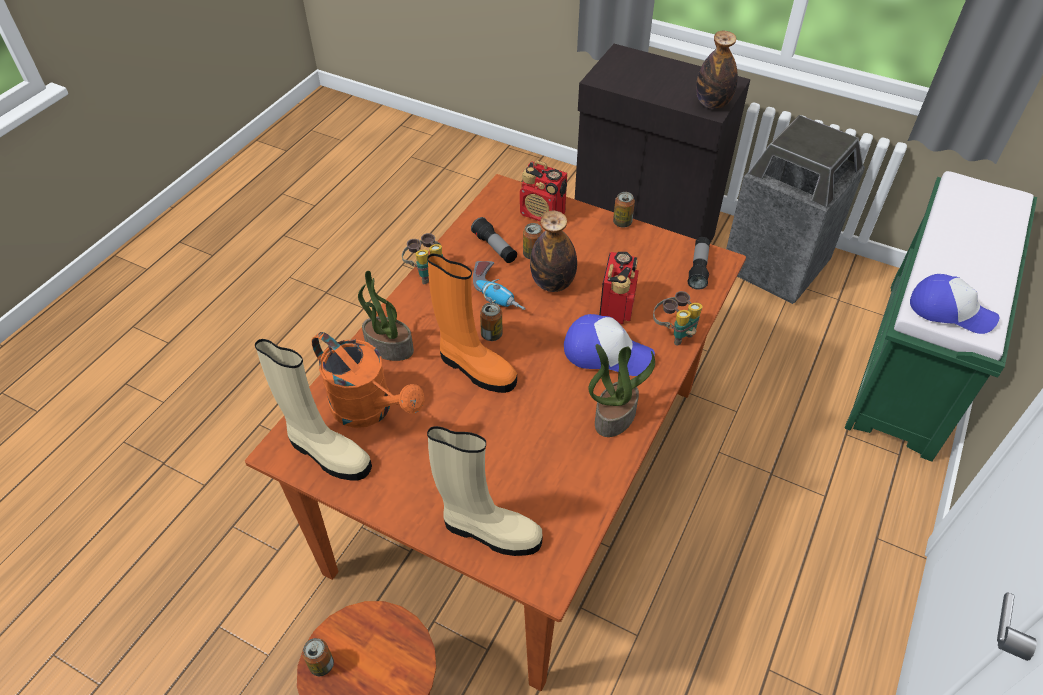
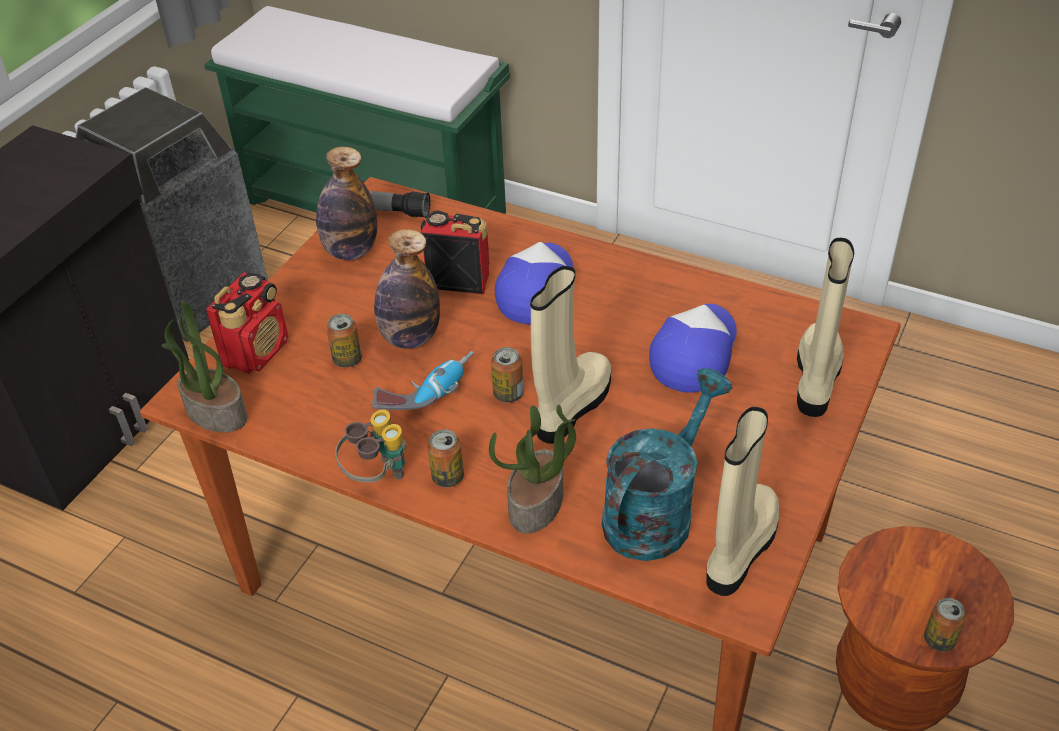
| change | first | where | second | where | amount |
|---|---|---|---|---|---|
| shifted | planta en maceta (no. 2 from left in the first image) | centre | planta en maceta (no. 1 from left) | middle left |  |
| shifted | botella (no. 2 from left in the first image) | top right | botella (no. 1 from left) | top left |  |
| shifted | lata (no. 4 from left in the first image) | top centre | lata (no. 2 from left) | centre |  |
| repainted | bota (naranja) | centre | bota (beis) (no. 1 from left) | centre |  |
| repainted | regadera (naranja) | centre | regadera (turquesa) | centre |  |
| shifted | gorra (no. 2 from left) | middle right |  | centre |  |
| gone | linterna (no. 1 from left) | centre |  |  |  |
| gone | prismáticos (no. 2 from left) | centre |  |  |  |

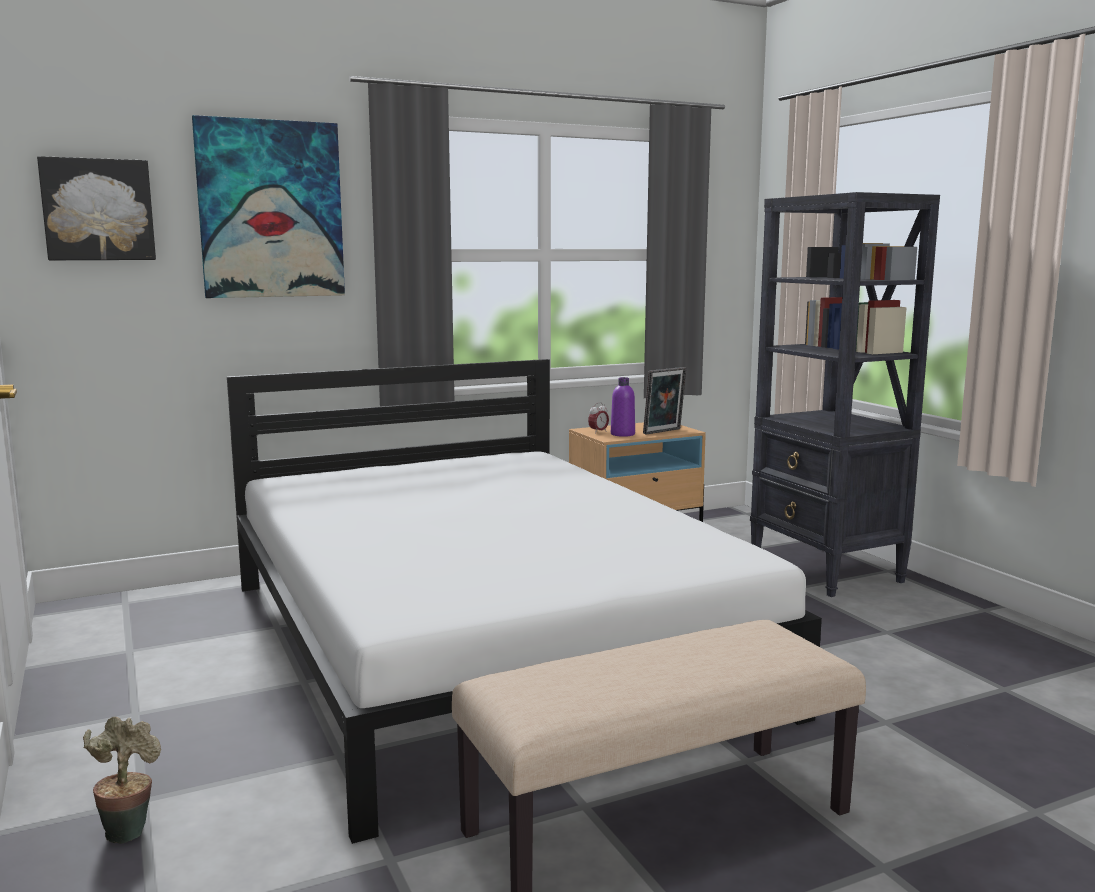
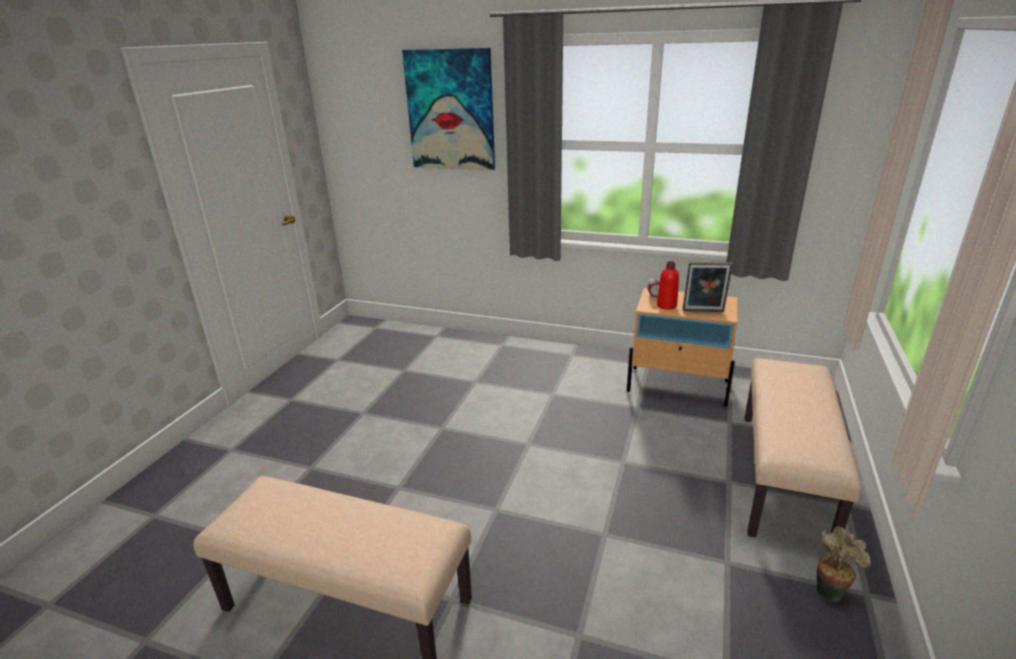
| change | first | where | second | where | amount |
|---|---|---|---|---|---|
| repainted | botella (morado) | centre | botella (rojo) | centre |  |
| swapped | estantería (negro) | middle right | banco (beis) (no. 2 from left) | bottom right |  |
| shifted | planta en maceta | bottom left |  | bottom right |  |
| gone | cuadro (no. 1 from left) | top left |  |  |  |
| gone | cama (blanco) | bottom centre |  |  |  |

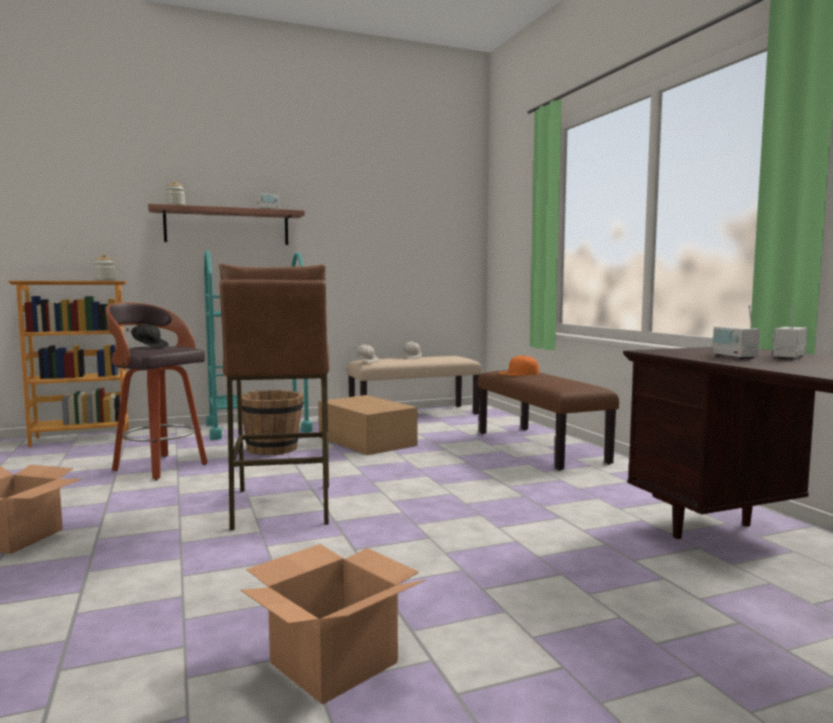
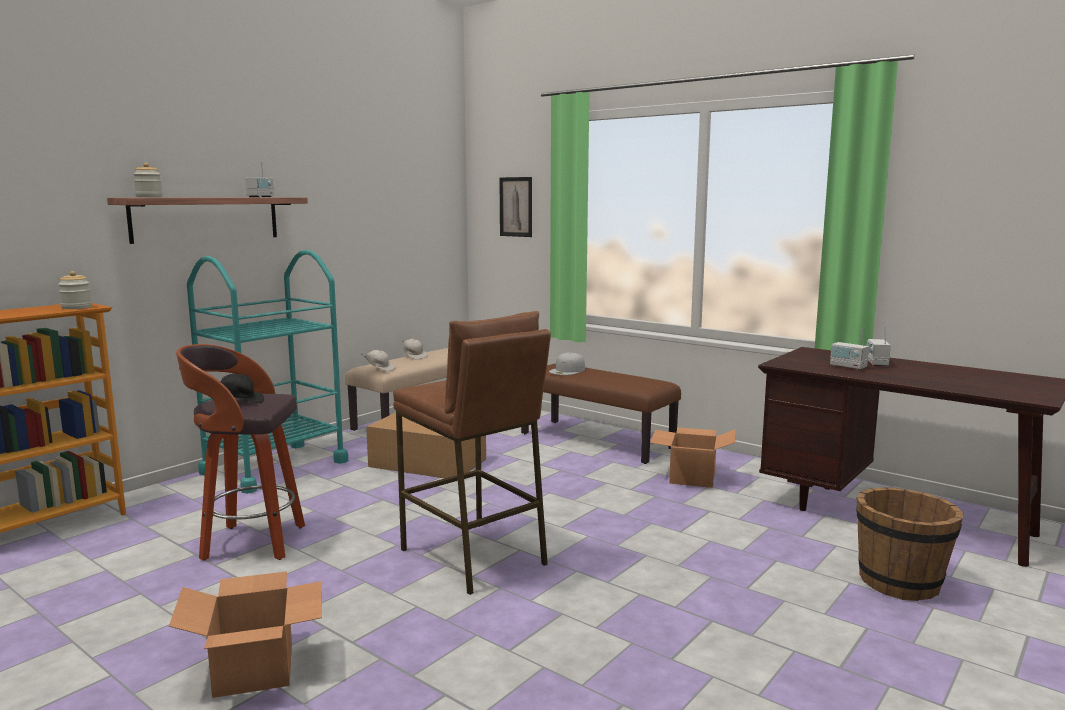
| change | first | where | second | where | amount |
|---|---|---|---|---|---|
| new |  |  | cuadro | top centre |  |
| repainted | gorra (naranja) | centre | gorra (blanco) (no. 3 from left) | centre |  |
| shifted | caja de cartón (no. 2 from left in the first image) | bottom centre | caja de cartón (no. 3 from left) | centre |  |
| shifted | cubo (marrón) | middle left |  | bottom right |  |

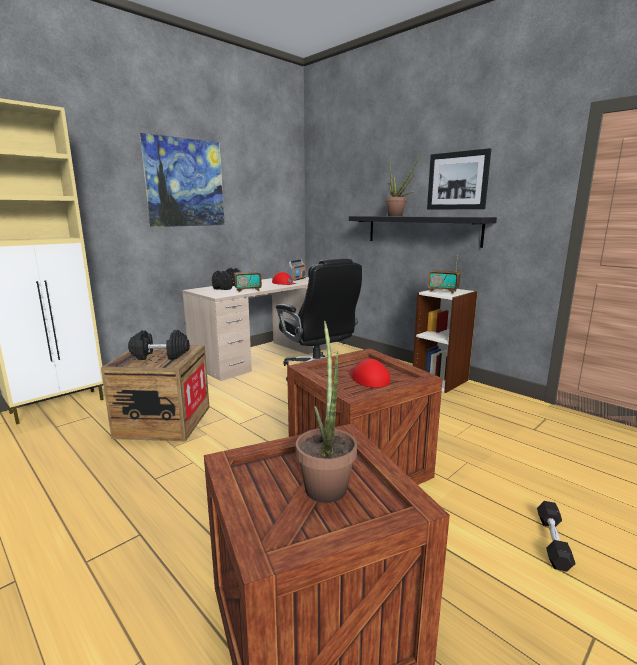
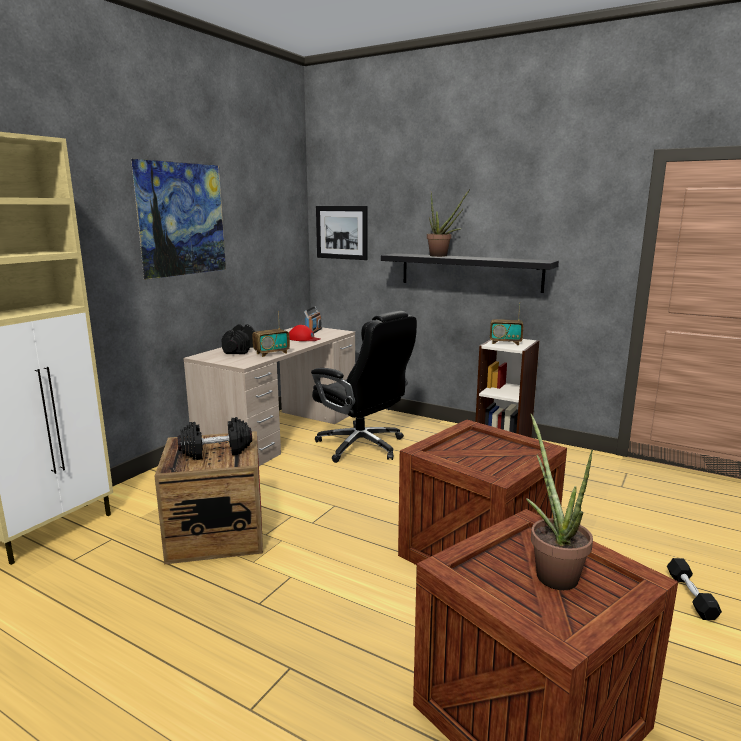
| change | first | where | second | where | amount |
|---|---|---|---|---|---|
| shifted | cuadro (no. 2 from left) | top right |  | top centre |  |
| gone | gorra (rojo) (no. 2 from left) | centre |  |  |  |

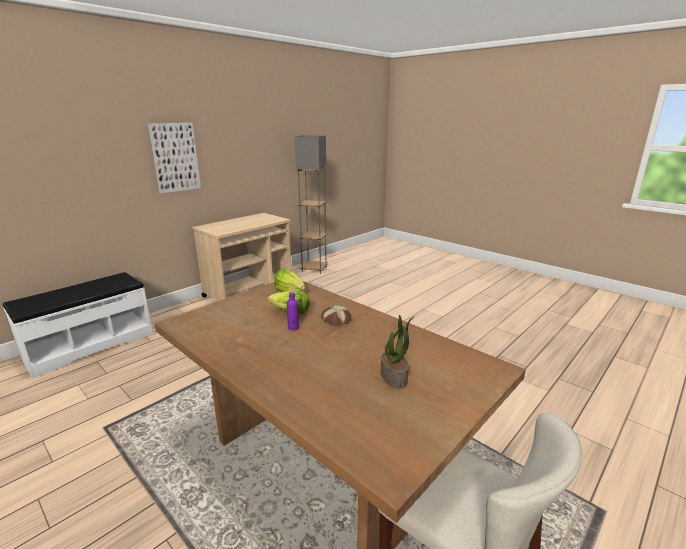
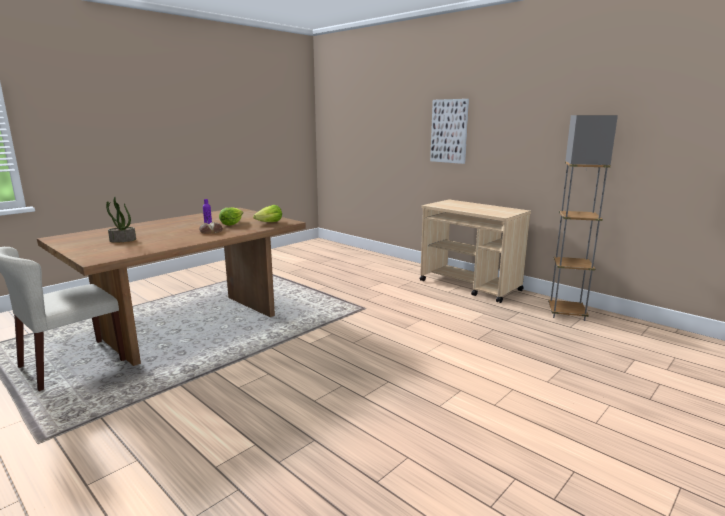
| change | first | where | second | where | amount |
|---|---|---|---|---|---|
| gone | banco (blanco) | middle left |  |  |  |

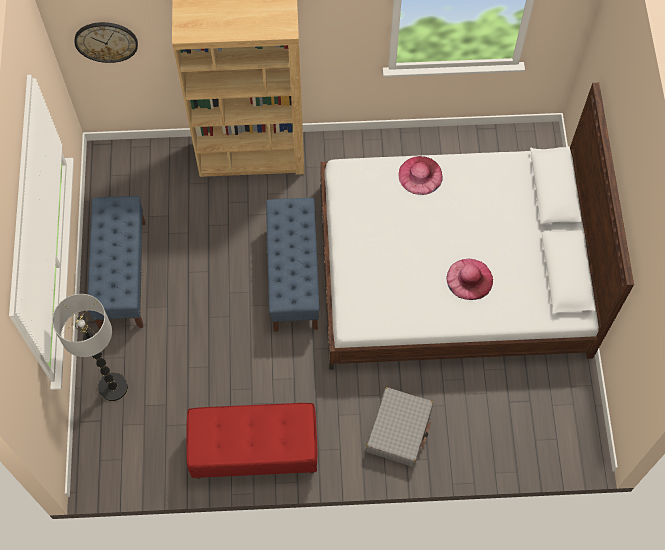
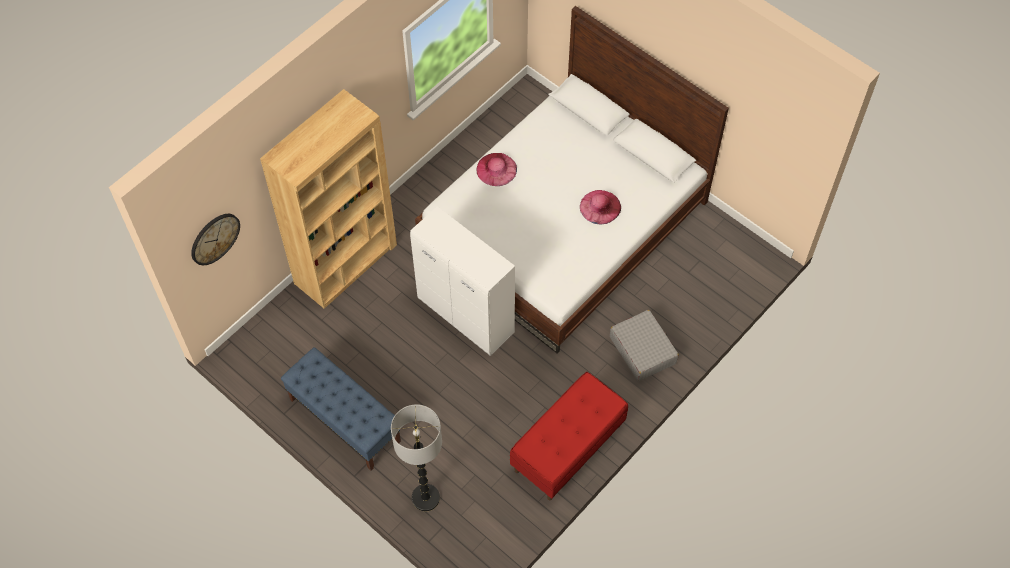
| change | first | where | second | where | amount |
|---|---|---|---|---|---|
| swapped | banco (azul) (no. 2 from left) | centre | armario (blanco) | centre |  |

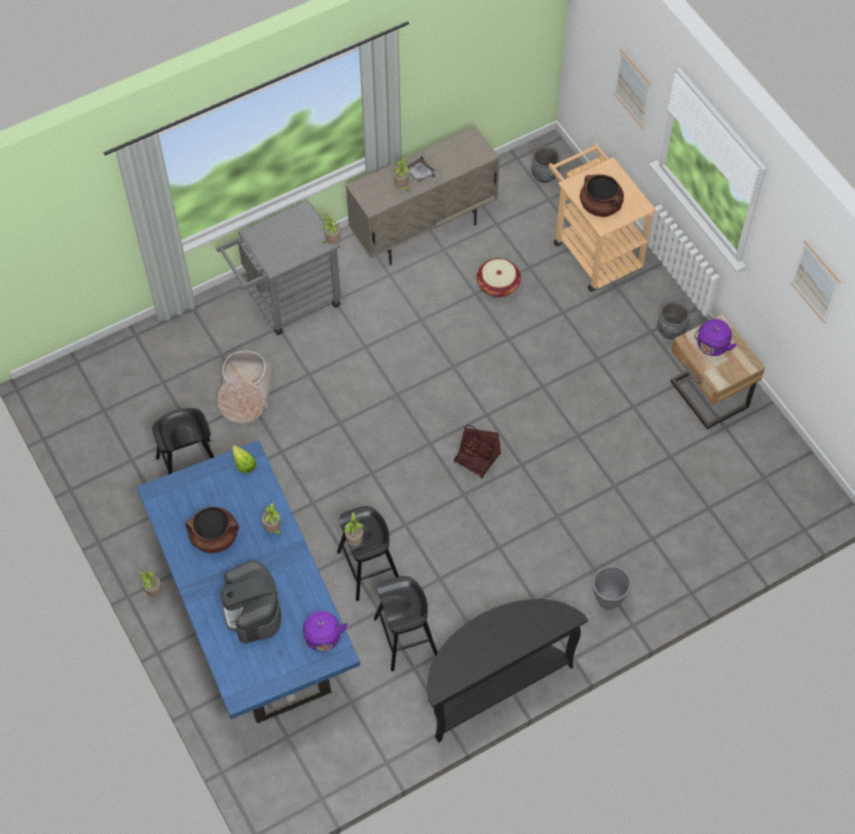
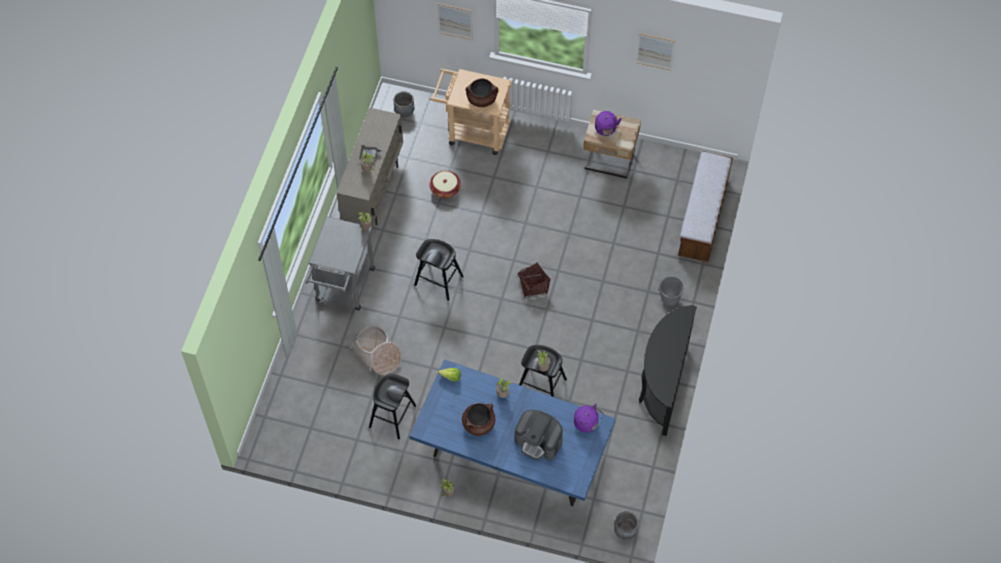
| change | first | where | second | where | amount |
|---|---|---|---|---|---|
| shifted | taburete (negro) (no. 3 from left in the first image) | bottom centre | taburete (negro) (no. 2 from left) | centre |  |
| shifted | maceta (gris) (no. 3 from left in the first image) | middle right | maceta (gris) (no. 2 from left) | bottom centre |  |
| new |  |  | banco | middle right |  |

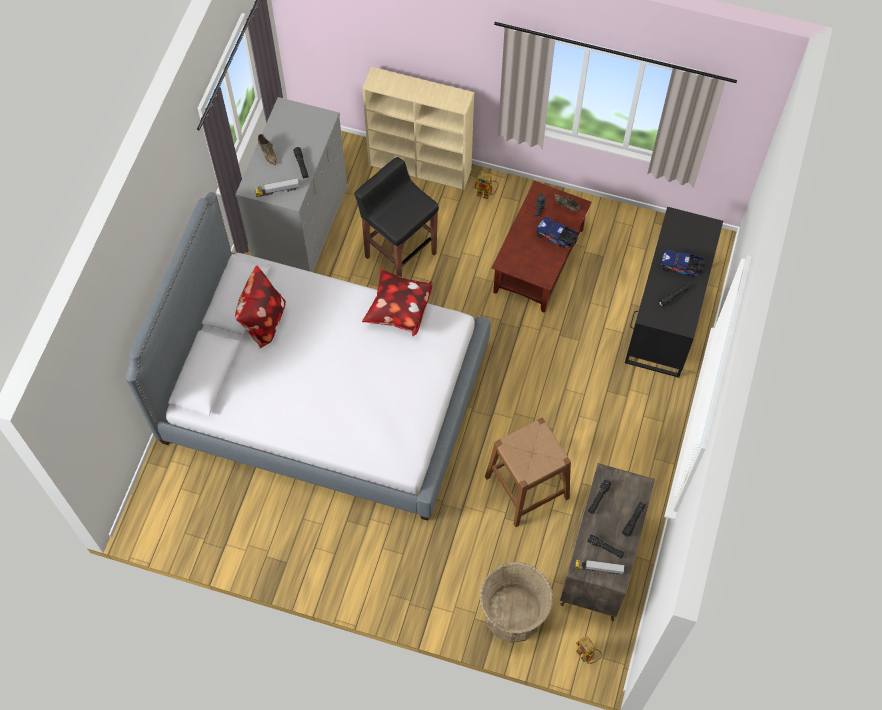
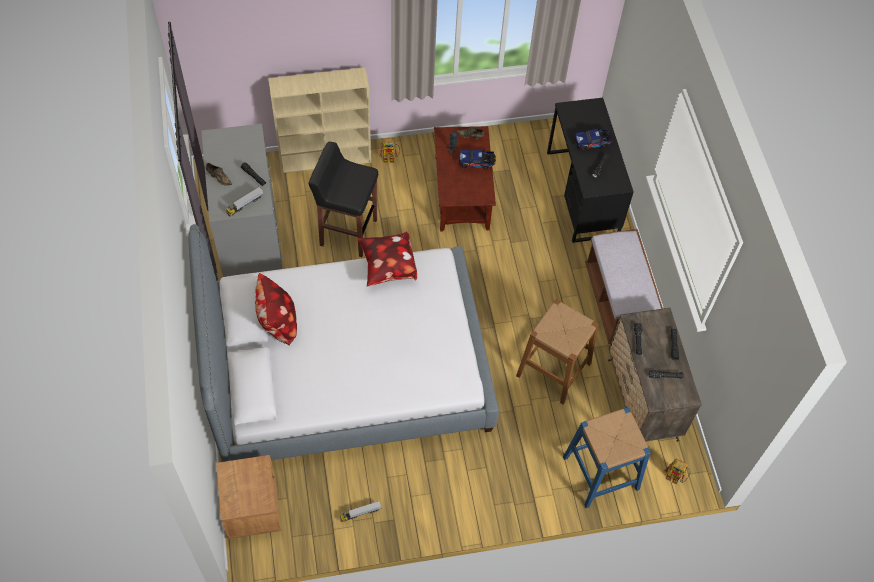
| change | first | where | second | where | amount |
|---|---|---|---|---|---|
| new |  |  | mesita de noche (marrón) | bottom left |  |
| shifted | camión de juguete (no. 3 from left in the first image) | bottom right | camión de juguete (no. 2 from left) | bottom centre |  |
| swapped | cesta | bottom centre | taburete (azul) | bottom right |  |
| new |  |  | banco (marrón) | middle right |  |

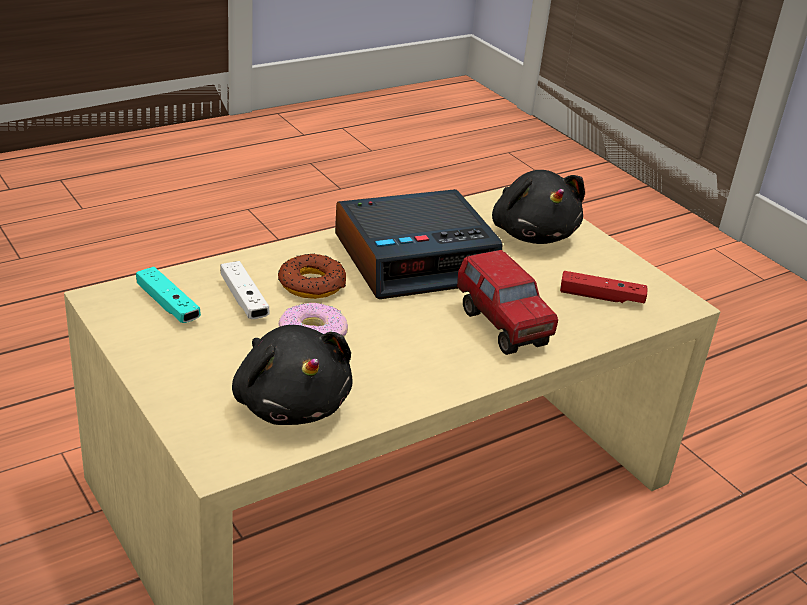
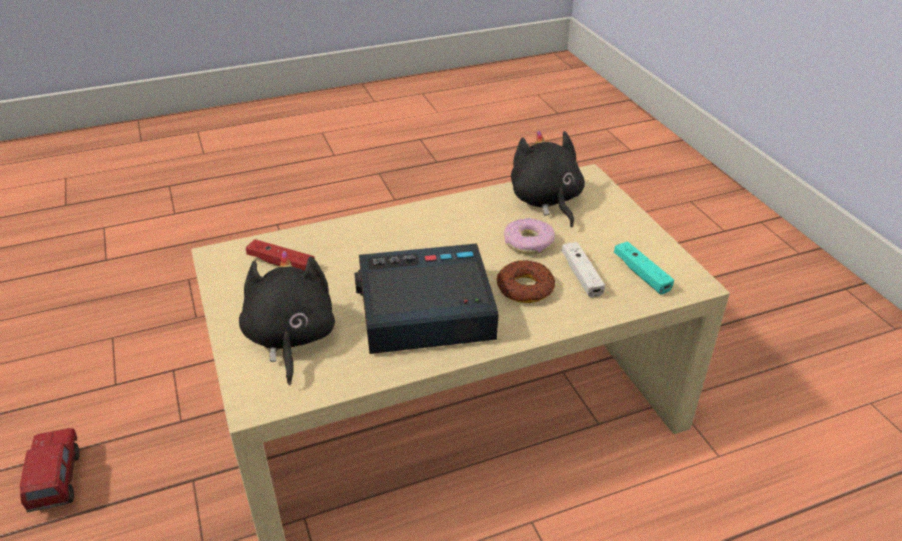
| change | first | where | second | where | amount |
|---|---|---|---|---|---|
| shifted | camión de juguete | centre |  | bottom left |  |

